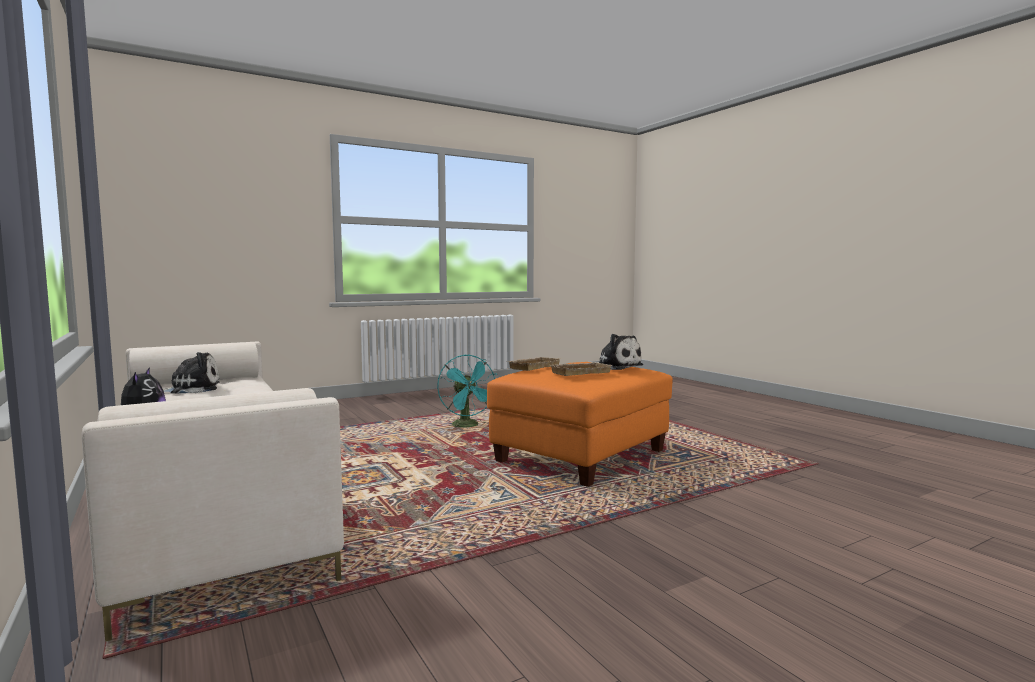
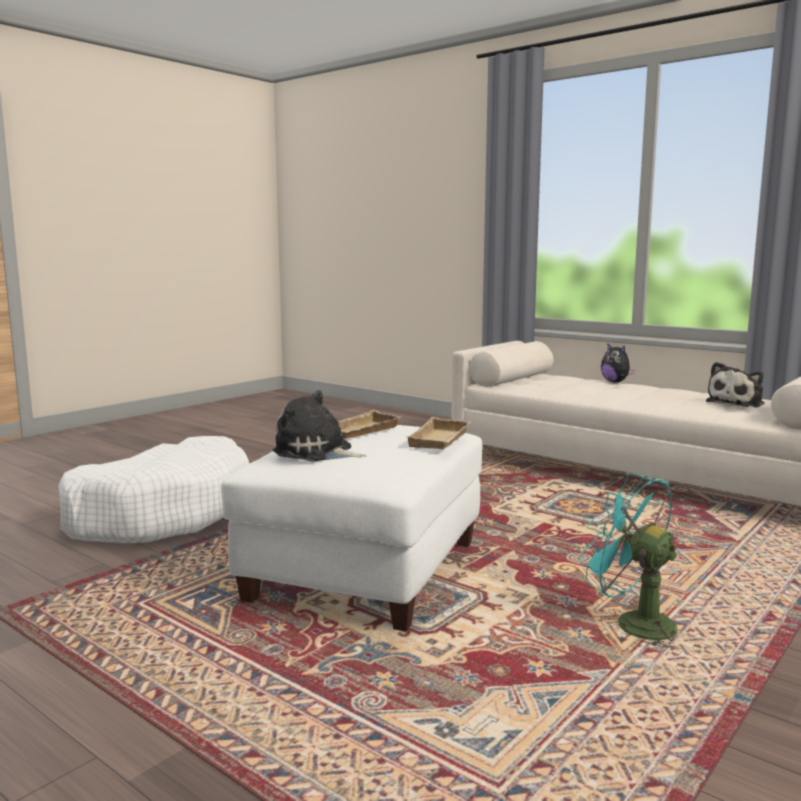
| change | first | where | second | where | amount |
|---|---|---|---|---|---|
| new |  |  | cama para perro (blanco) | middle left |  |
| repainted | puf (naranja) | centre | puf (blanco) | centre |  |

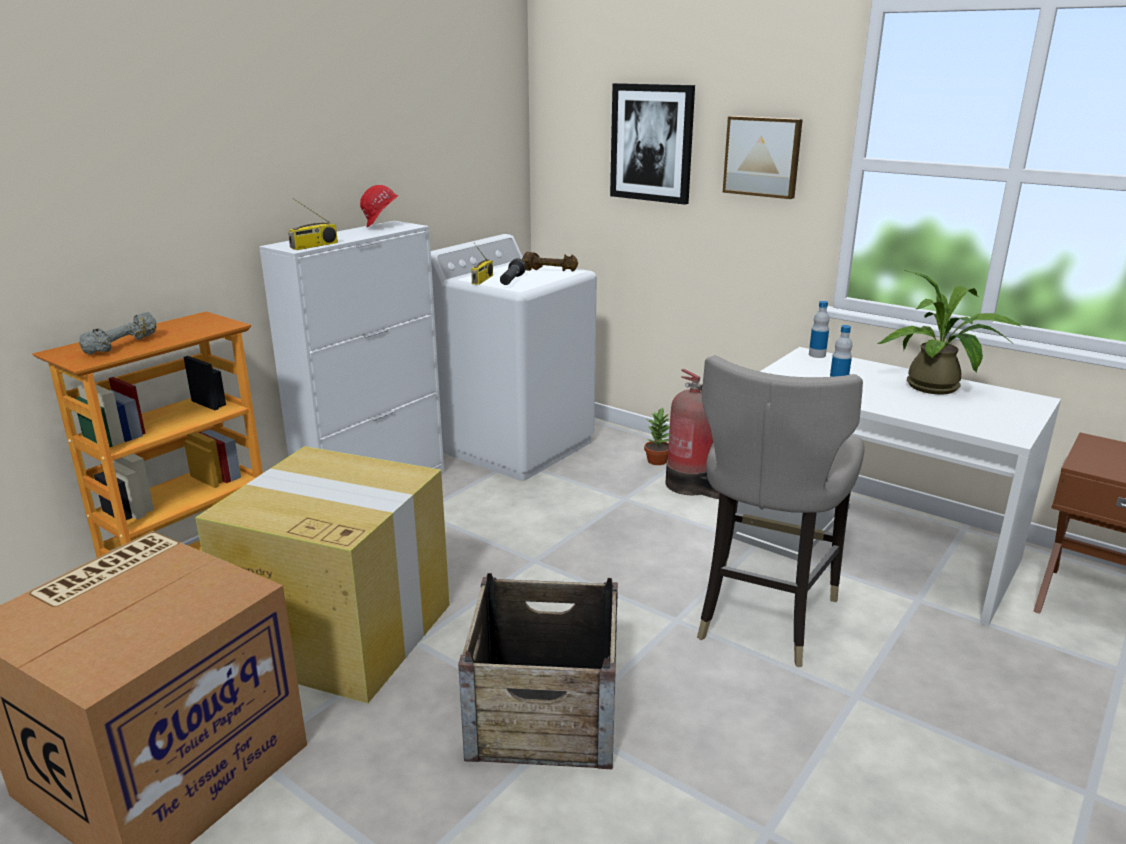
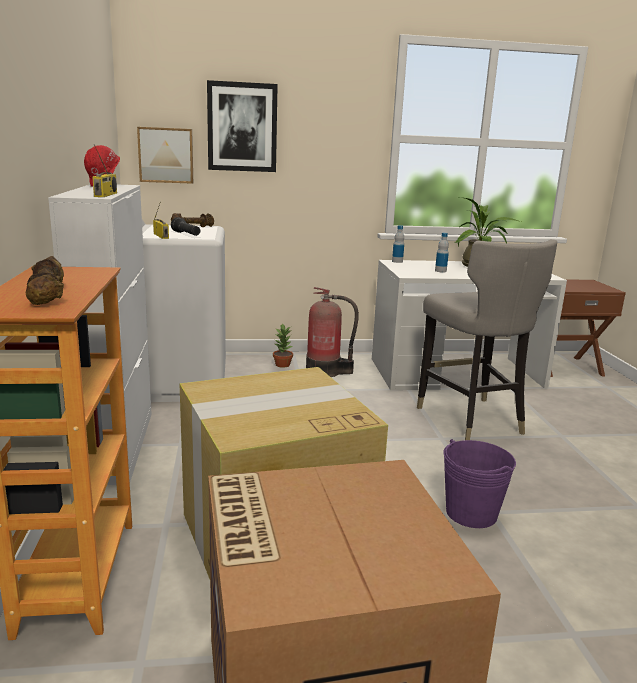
| change | first | where | second | where | amount |
|---|---|---|---|---|---|
| repainted | mancuerna (gris) | middle left | mancuerna (marrón) (no. 1 from left) | middle left |  |
| shifted | cuadro (no. 2 from left in the first image) | top right | cuadro (no. 1 from left) | top left |  |
| swapped | caja de embalaje | bottom centre | cubo (morado) | bottom right |  |

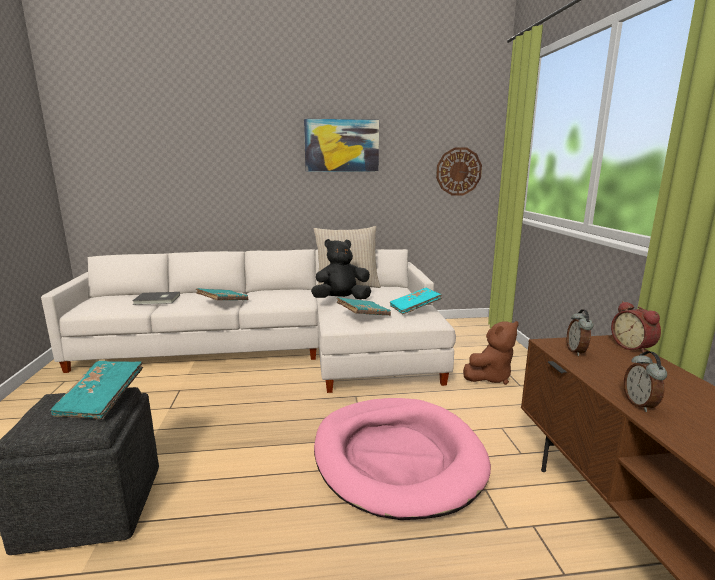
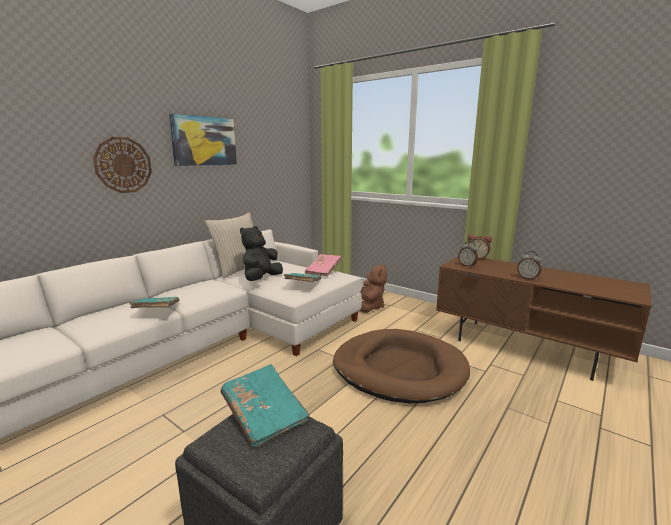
| change | first | where | second | where | amount |
|---|---|---|---|---|---|
| shifted | reloj de pared | top centre |  | top left |  |
| repainted | libro (turquesa) (no. 4 from left) | centre | libro (rosa) | centre |  |
| repainted | cama para perro (rosa) | bottom centre | cama para perro (marrón) | bottom centre |  |
| gone | libro (gris) | middle left |  |  |  |

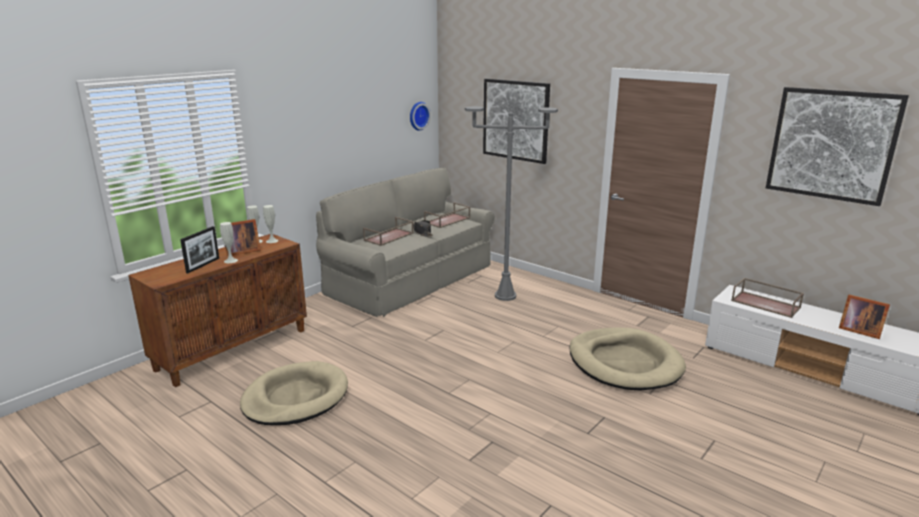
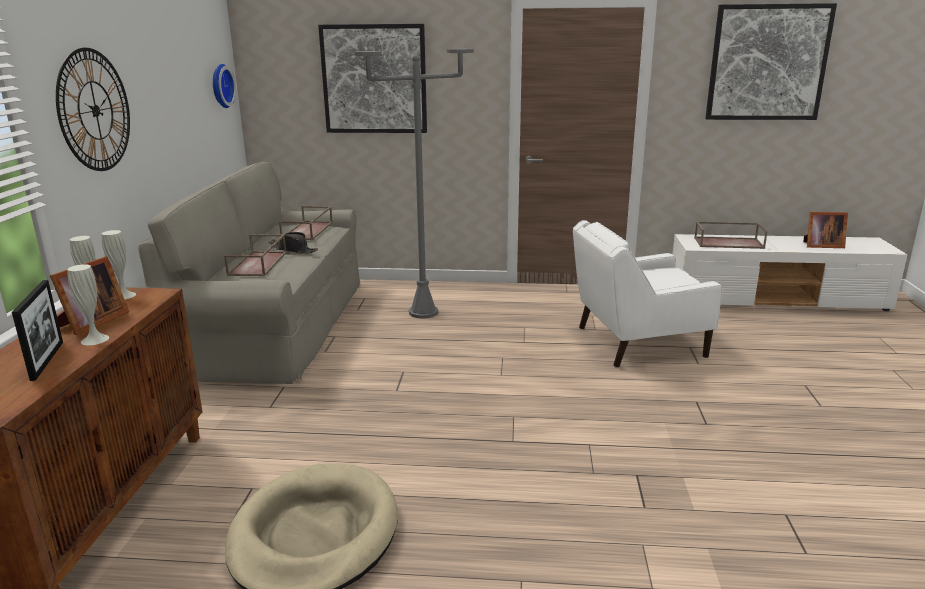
| change | first | where | second | where | amount |
|---|---|---|---|---|---|
| new |  |  | reloj de pared (no. 1 from left) | top left |  |
| swapped | cama para perro (beis) (no. 2 from left) | bottom right | sillón (blanco) | middle right |  |

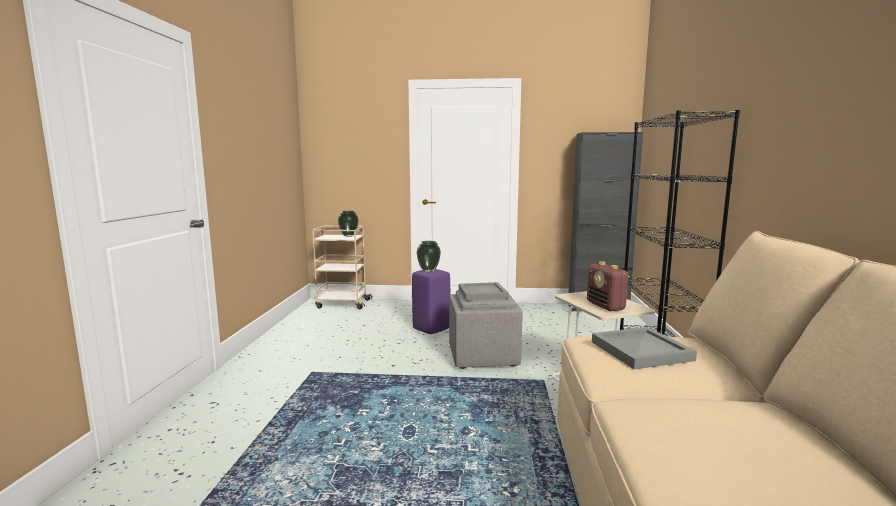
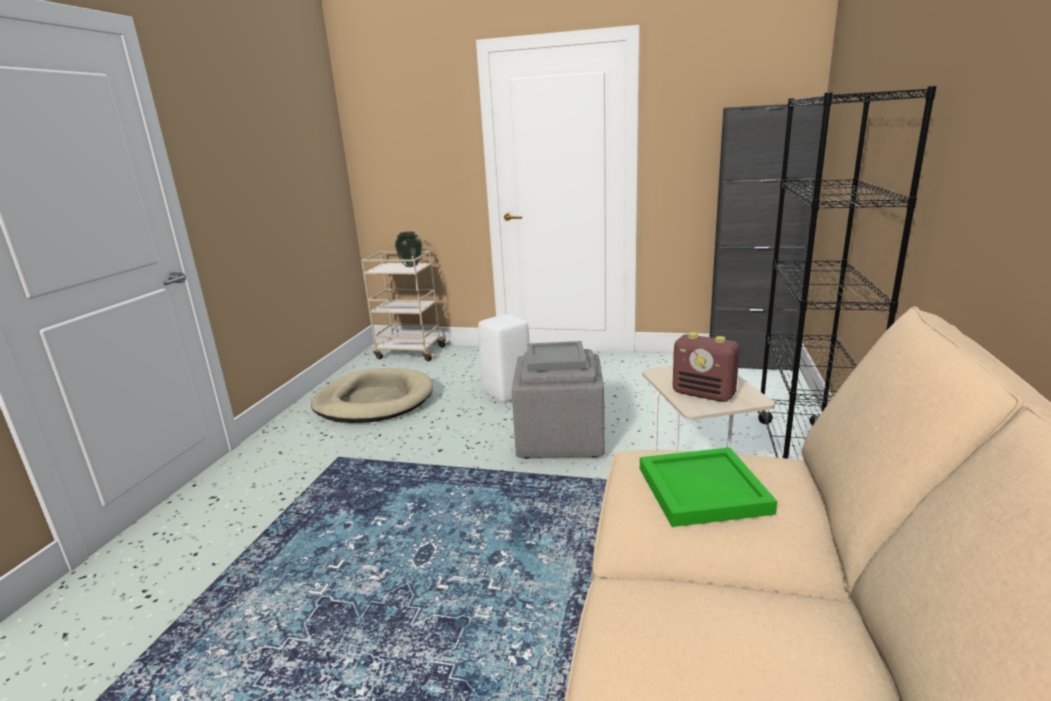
| change | first | where | second | where | amount |
|---|---|---|---|---|---|
| new |  |  | cama para perro (beis) | centre |  |
| repainted | taburete (morado) | centre | taburete (blanco) | centre |  |
| repainted | bandeja (gris) (no. 2 from left) | bottom right | bandeja (verde) | bottom right |  |
| rotated | radio | middle right |  | middle right | 45 degrees counterclockwise |
| gone | florero (no. 2 from left) | centre |  |  |  |

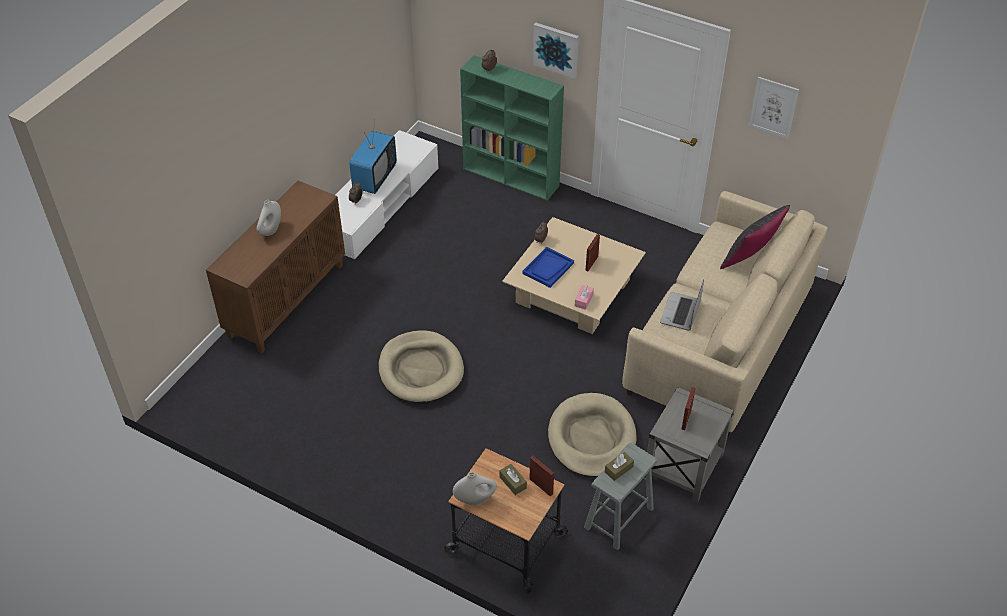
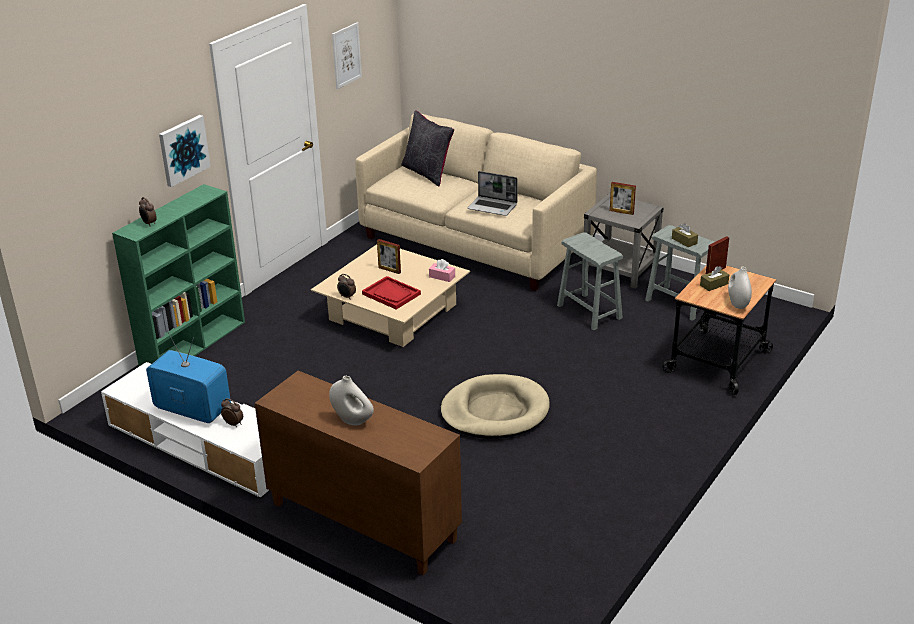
| change | first | where | second | where | amount |
|---|---|---|---|---|---|
| repainted | bandeja (azul) | centre | bandeja (rojo) | centre |  |
| swapped | cama para perro (beis) (no. 2 from left) | bottom centre | taburete (gris) (no. 1 from left) | centre |  |

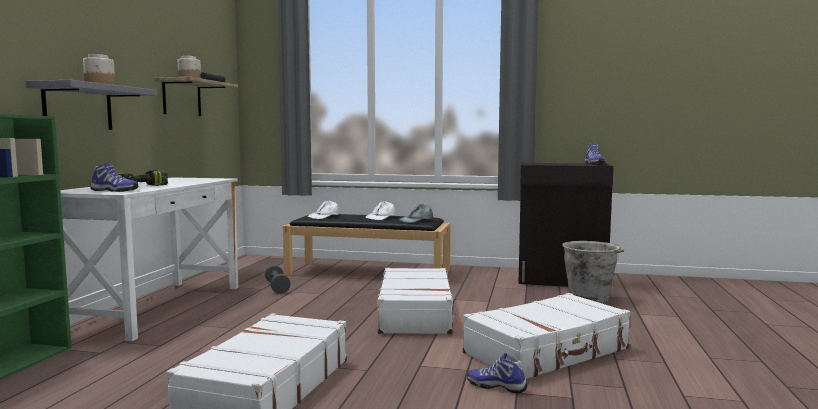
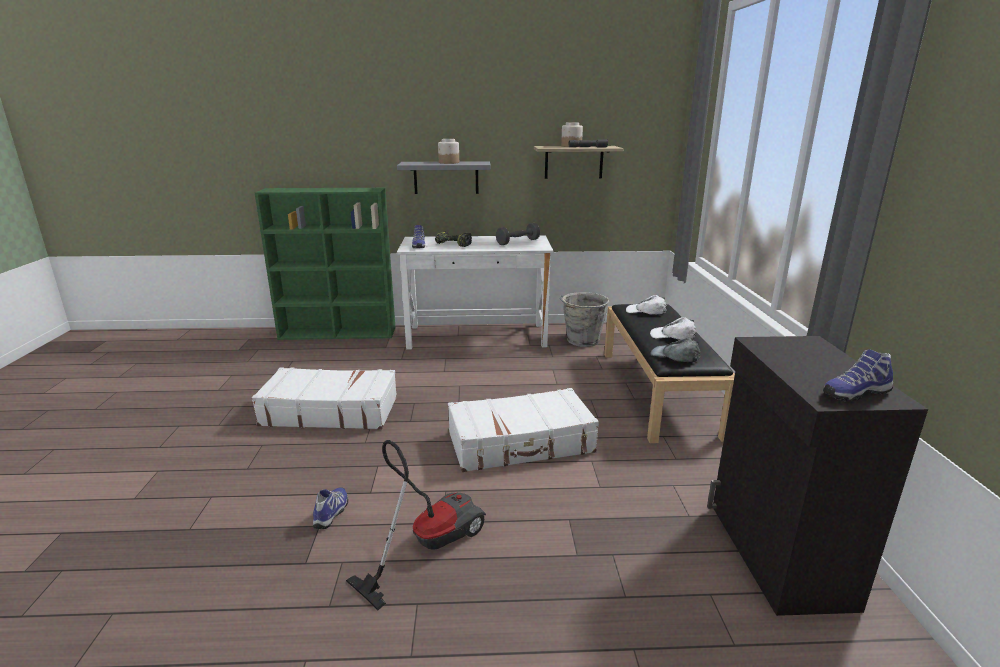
| change | first | where | second | where | amount |
|---|---|---|---|---|---|
| swapped | maleta (blanco) (no. 3 from left) | bottom right | aspiradora | bottom centre |  |
| shifted | mancuerna (gris) | bottom centre |  | centre |  |
| shifted | cubo (gris) | middle right |  | centre |  |

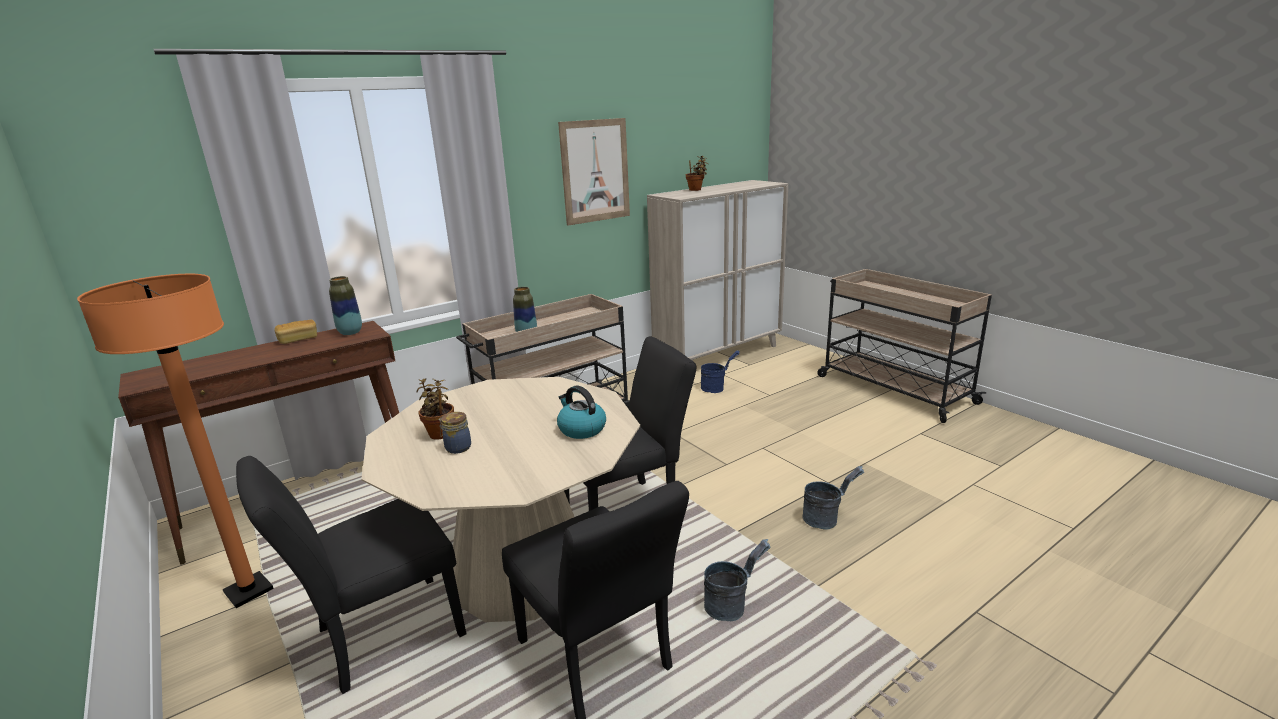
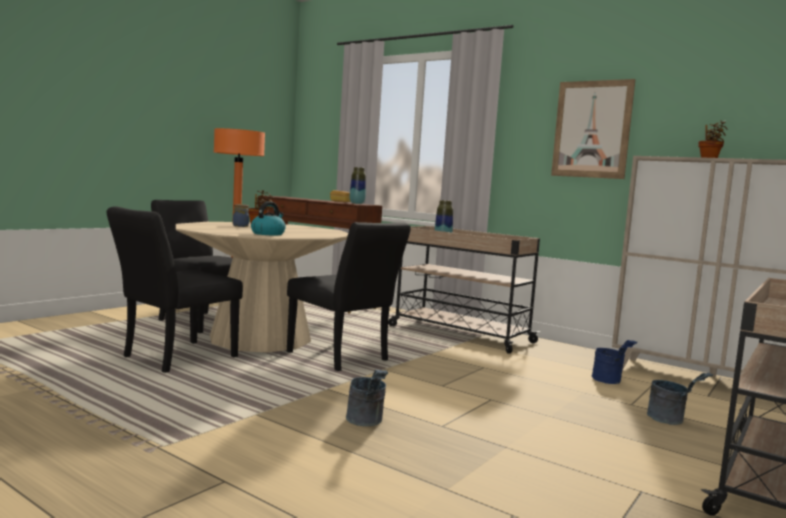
| change | first | where | second | where | amount |
|---|---|---|---|---|---|
| shifted | cubo (gris) (no. 1 from left in the first image) | bottom centre | cubo (gris) (no. 2 from left) | bottom right |  |

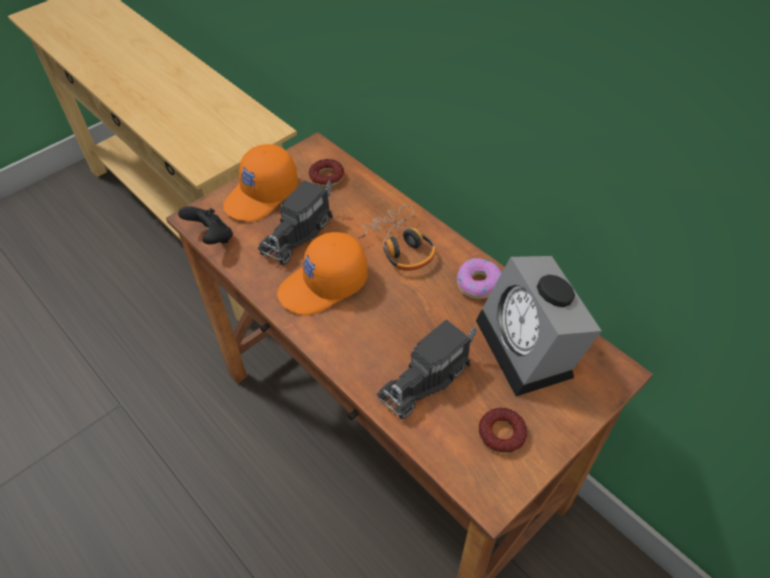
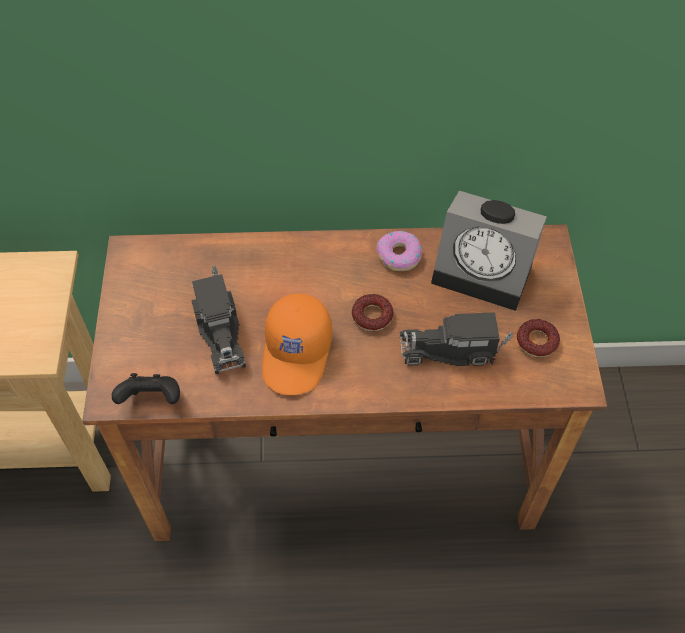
| change | first | where | second | where | amount |
|---|---|---|---|---|---|
| shifted | rosquilla (no. 1 from left) | top centre |  | centre |  |
| rotated | camión de juguete (no. 2 from left) | centre |  | centre | 90 degrees clockwise |
| gone | gorra (naranja) (no. 1 from left) | top centre |  |  |  |
| gone | auriculares | centre |  |  |  |

